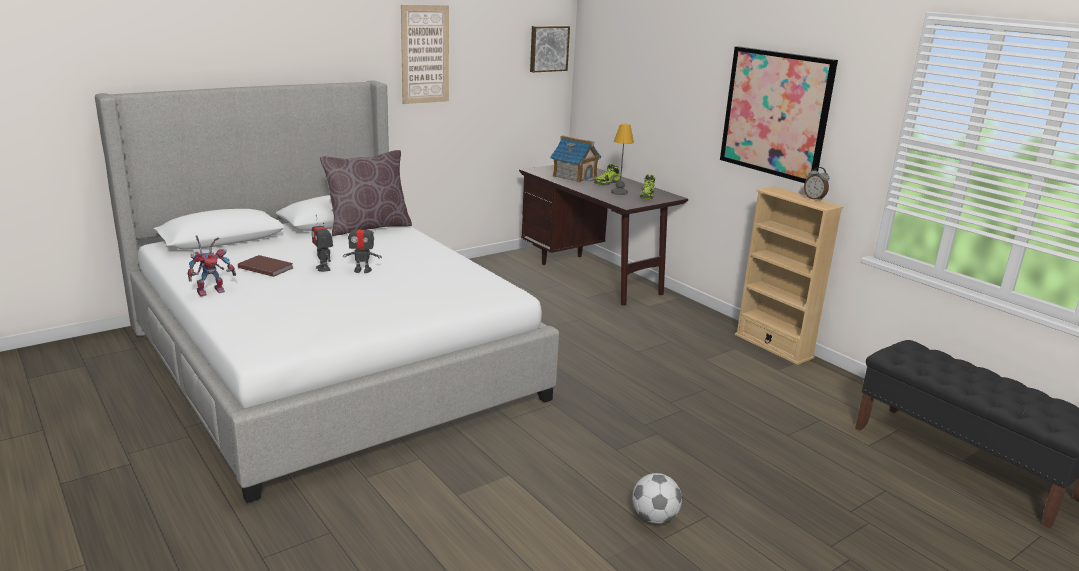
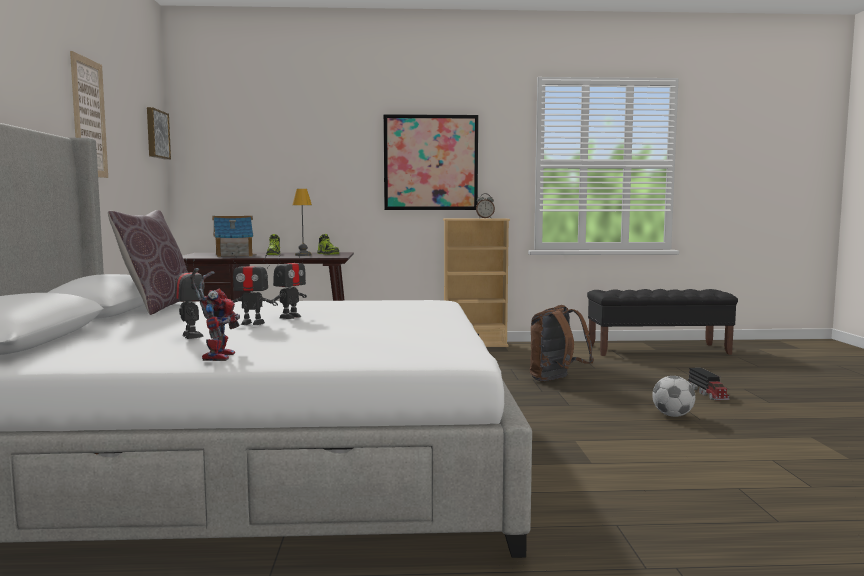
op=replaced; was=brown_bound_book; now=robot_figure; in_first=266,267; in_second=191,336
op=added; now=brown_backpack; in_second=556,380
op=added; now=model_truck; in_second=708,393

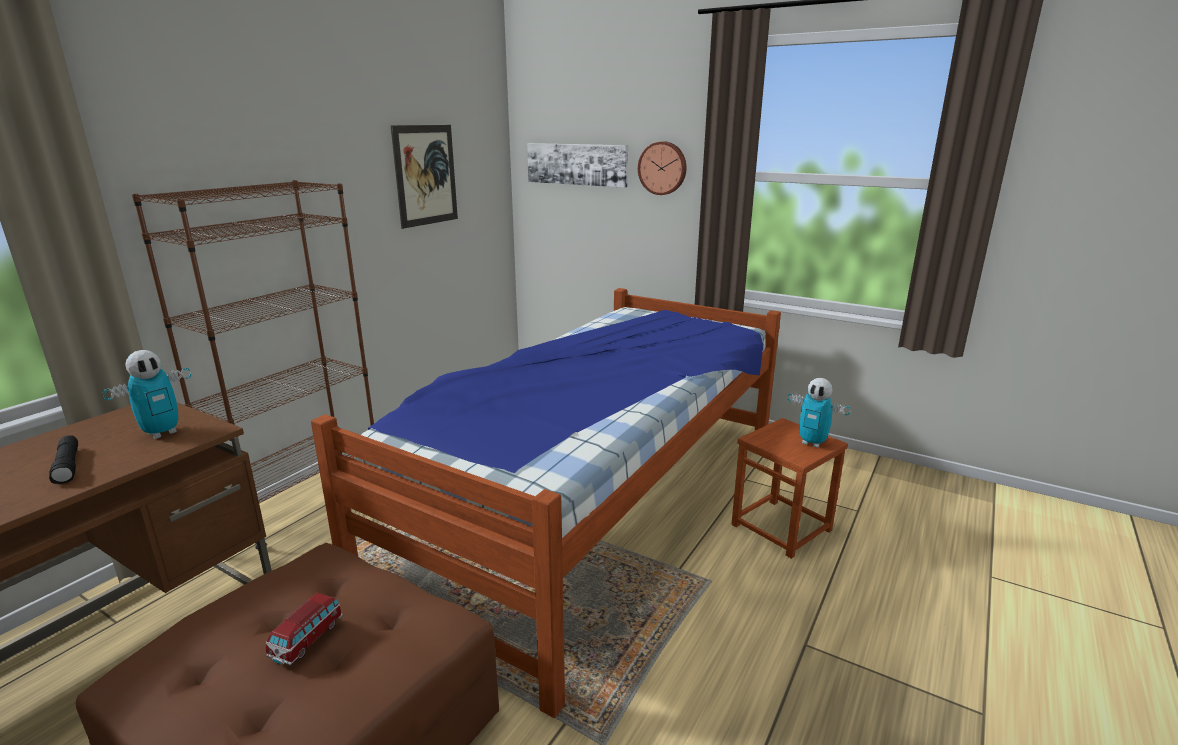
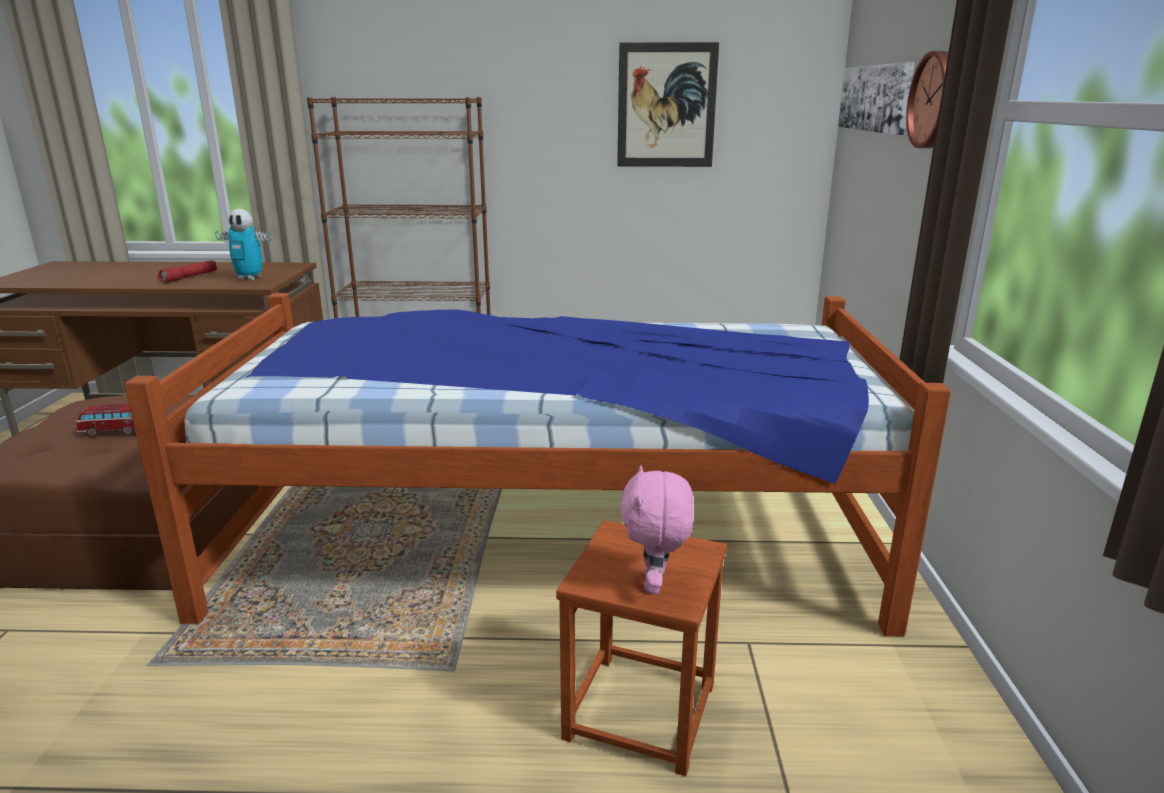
op=replaced; was=robot_figure; now=pink_plush_toy; in_first=812,443; in_second=655,584
op=recoloured; was=black_hand_torch; now=red-coloured_hand_torch; in_first=69,466; in_second=189,277

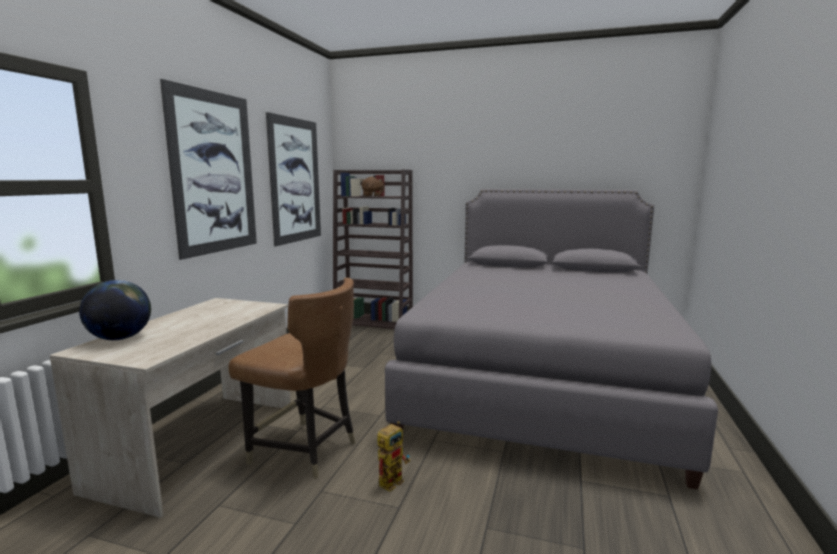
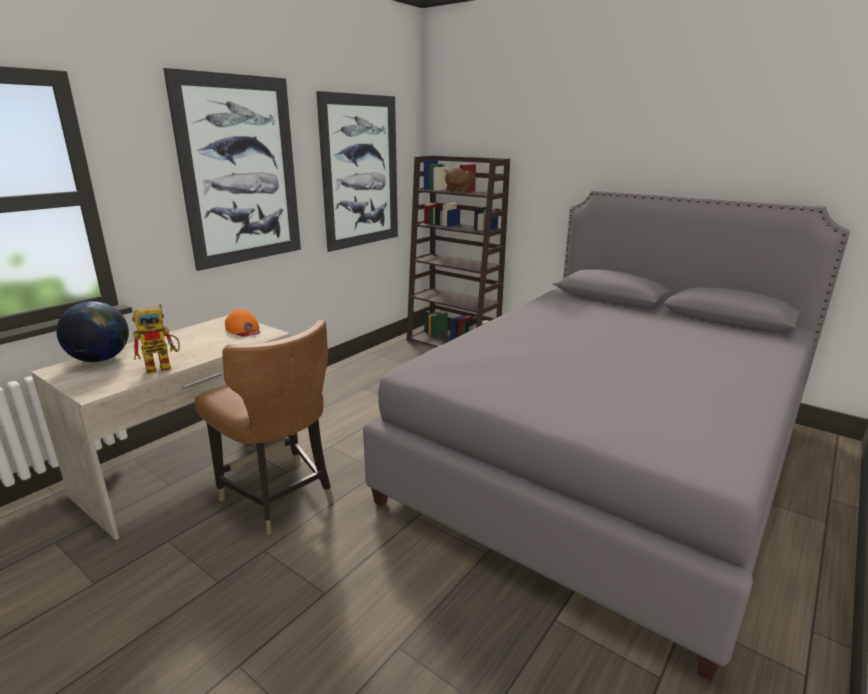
op=moved; was=robot_figure; in_first=393,479; in_second=164,367
op=added; now=orange_peaked_cap; in_second=243,329

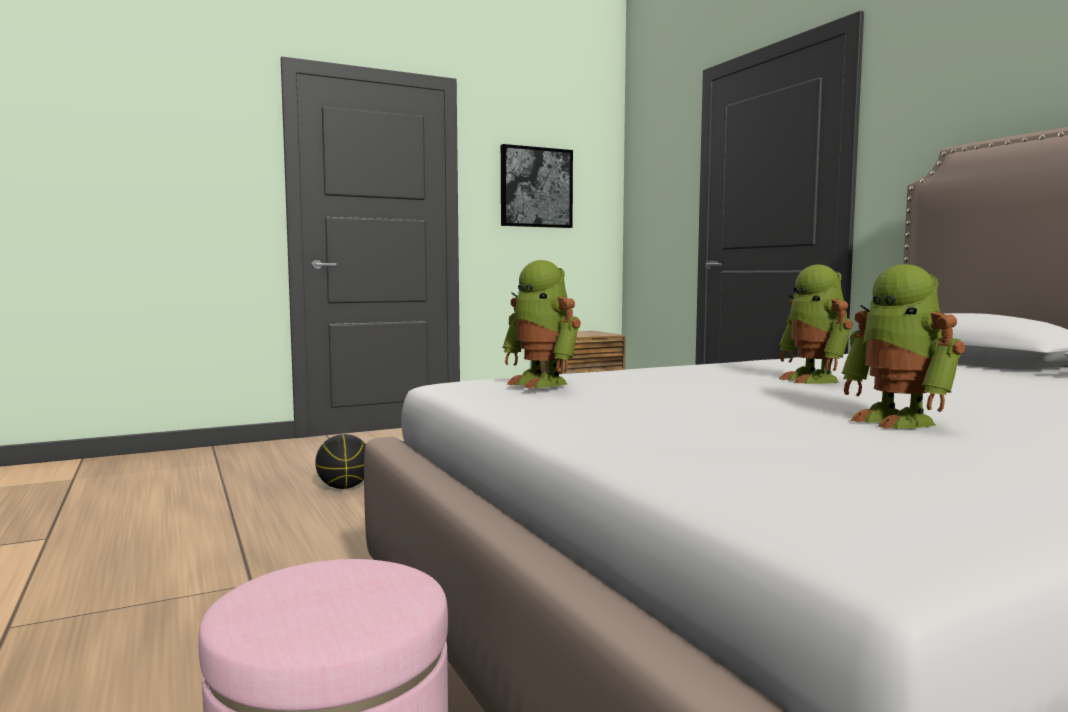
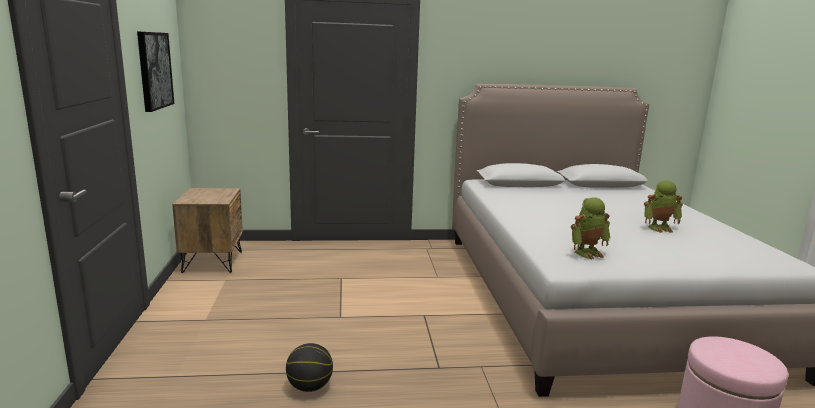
op=removed; was=robot_figure; in_first=814,380

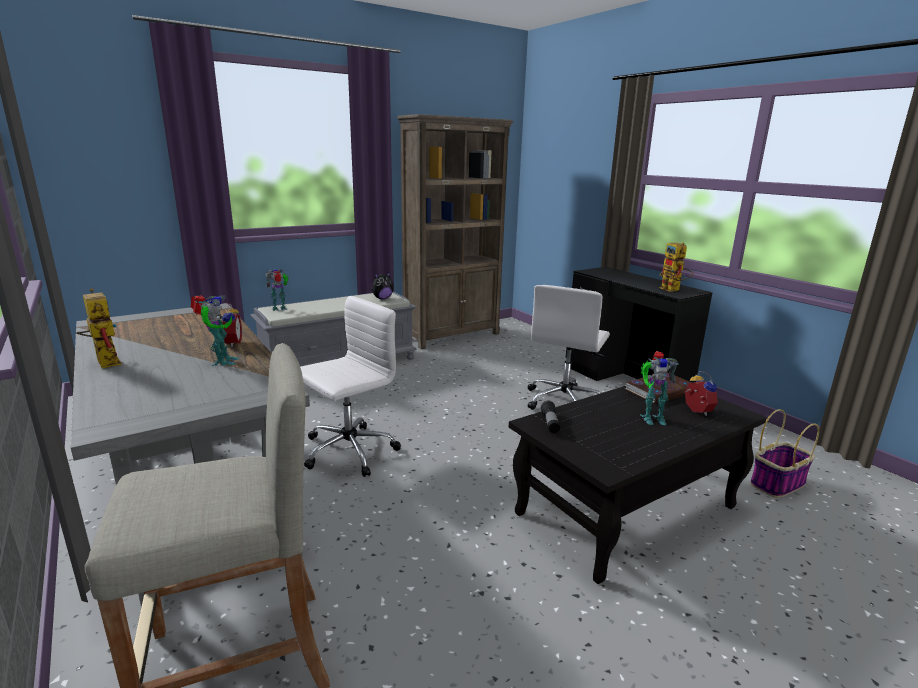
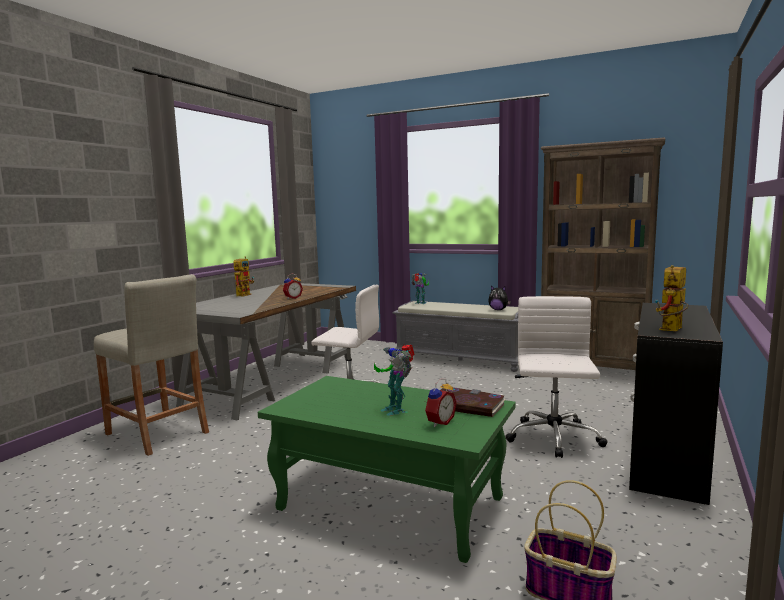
op=turned; was=white-coloured_desk_chair; in_first=564,401; in_second=553,438; clockwise=105
op=removed; was=robot_figure; in_first=221,361
op=recoloured; was=black_lounge_table; now=green-coloured_lounge_table; in_first=625,510; in_second=388,503
op=removed; was=hand_torch; in_first=550,423

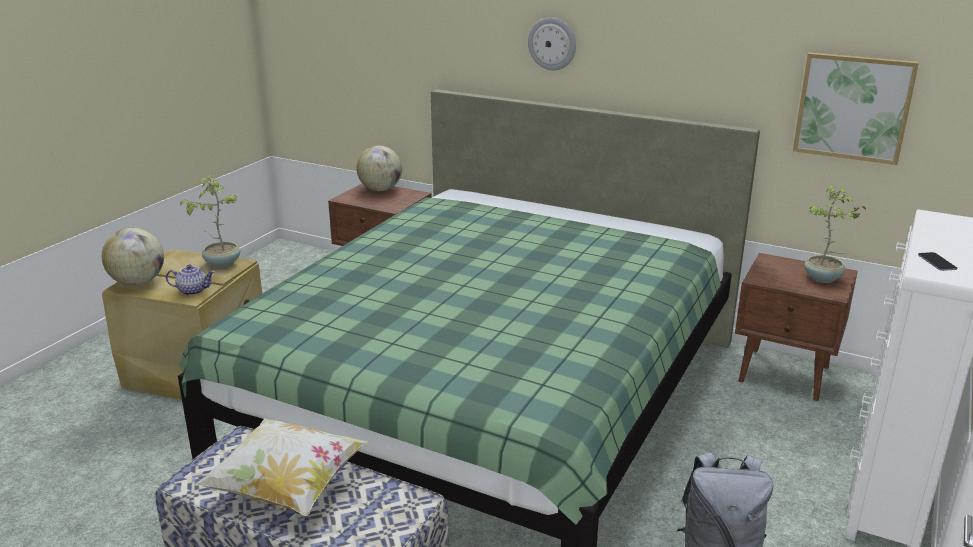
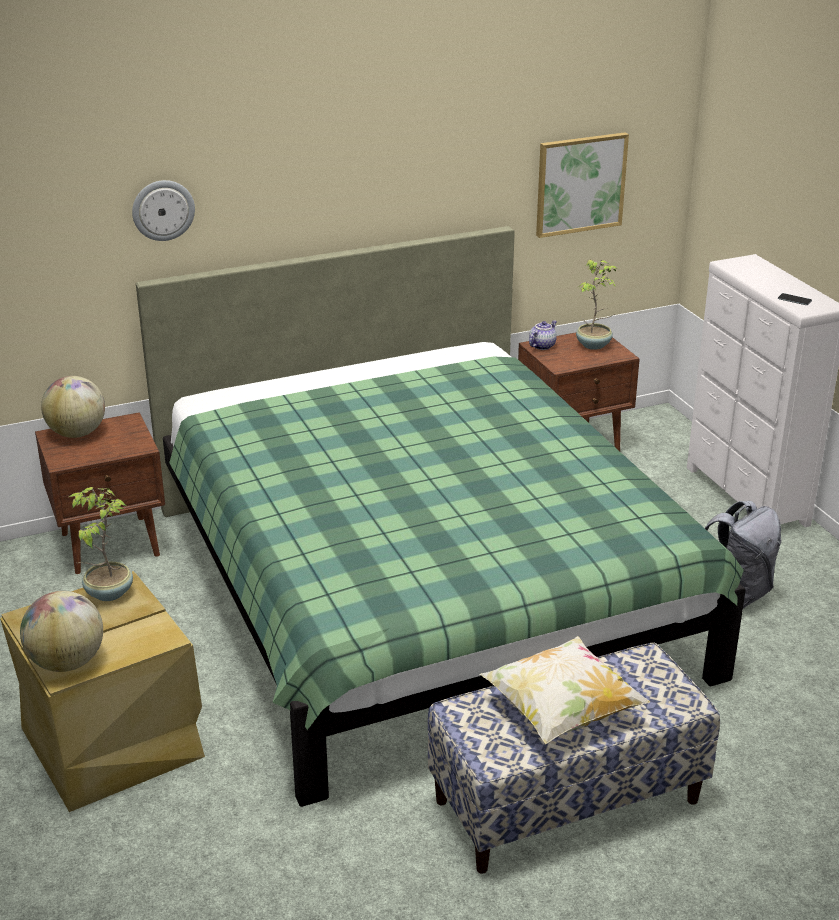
op=moved; was=hanging_clock; in_first=552,43; in_second=163,210
op=moved; was=tea_pot; in_first=193,291; in_second=541,346

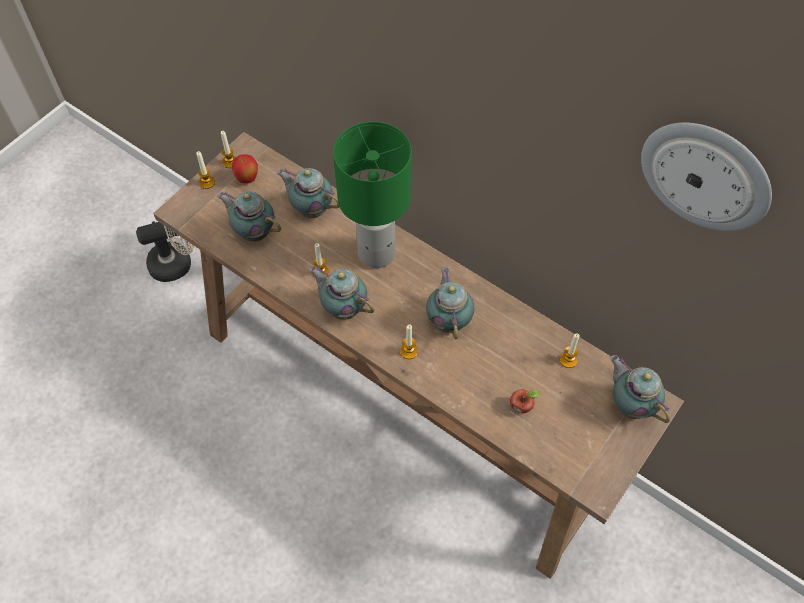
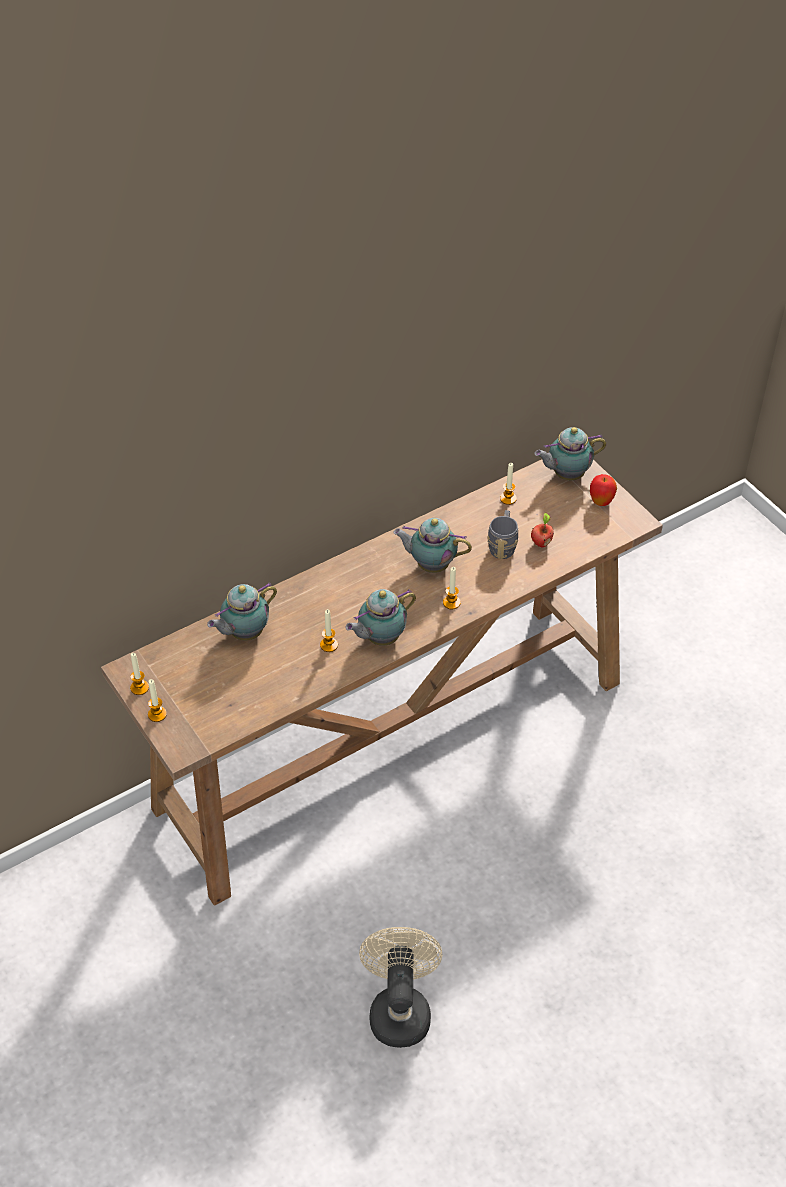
op=removed; was=green-coloured_lamp_for_a_table; in_first=377,253
op=removed; was=hanging_clock; in_first=706,175
op=moved; was=whole_apple; in_first=247,179; in_second=601,502
op=removed; was=tea_pot; in_first=253,232
op=moved; was=beige-coloured_cooling_fan; in_first=177,262; in_second=399,1009
op=added; now=gray_coffee_mug; in_second=502,545

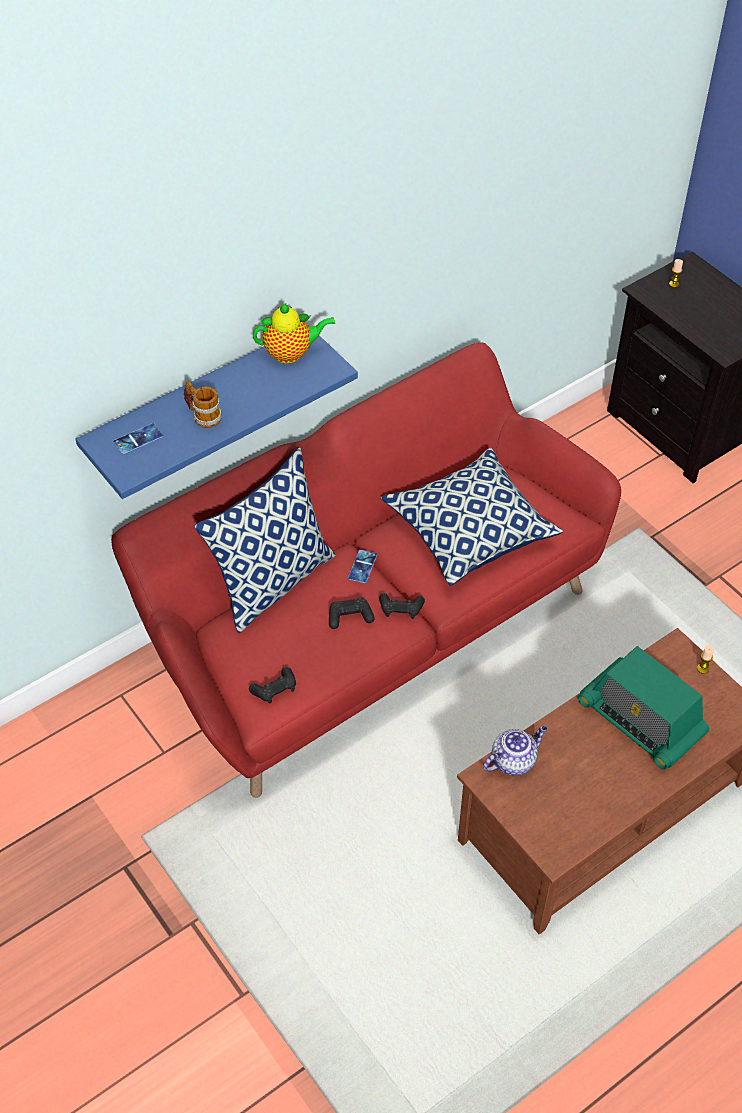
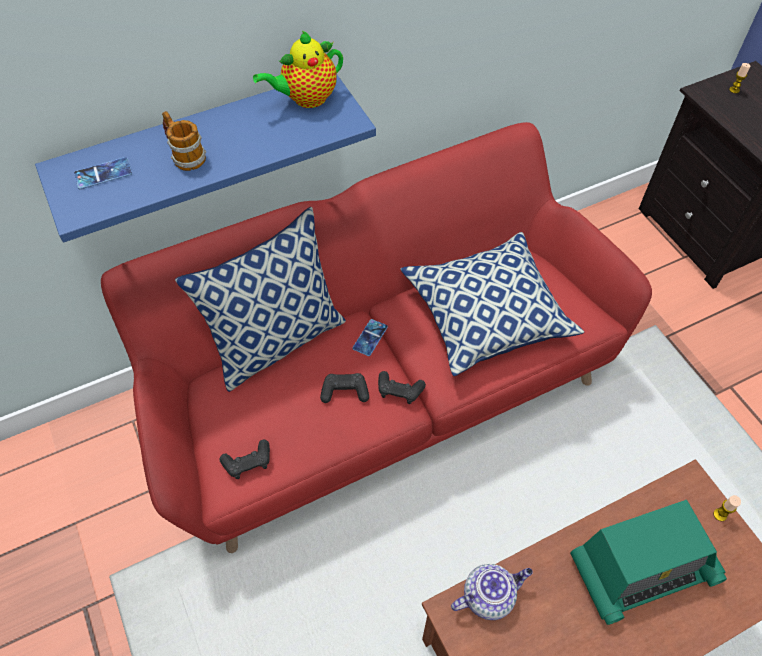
op=turned; was=tea_pot; in_first=291,353; in_second=306,99; clockwise=150
op=turned; was=radio_receiver; in_first=641,719; in_second=642,568; clockwise=-75

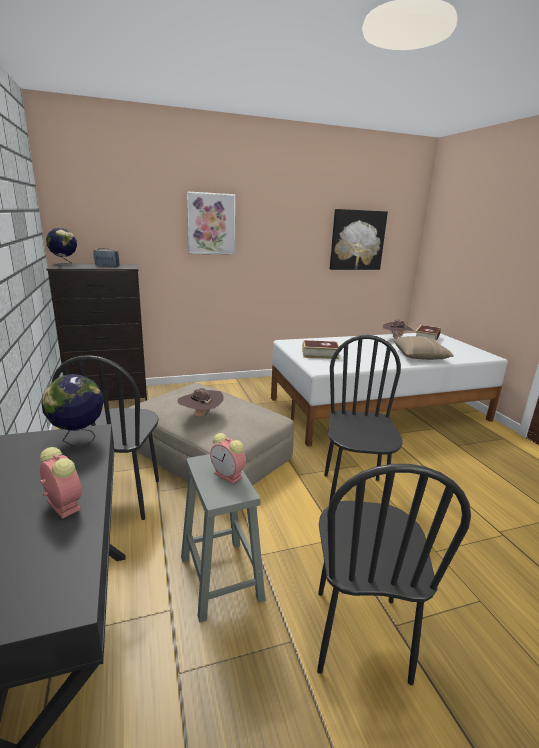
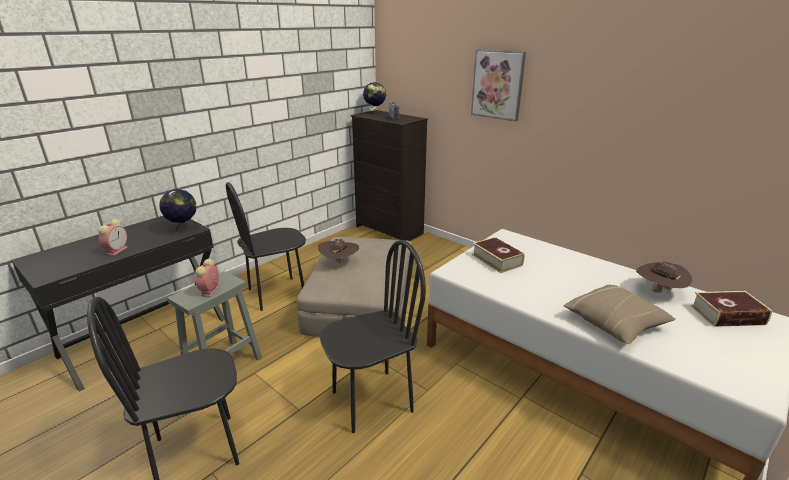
op=removed; was=wall_art; in_first=357,240

